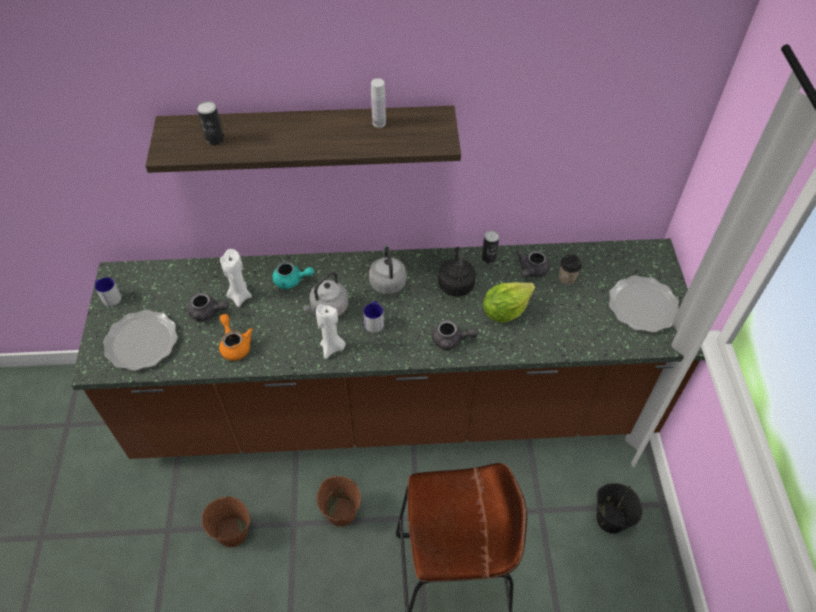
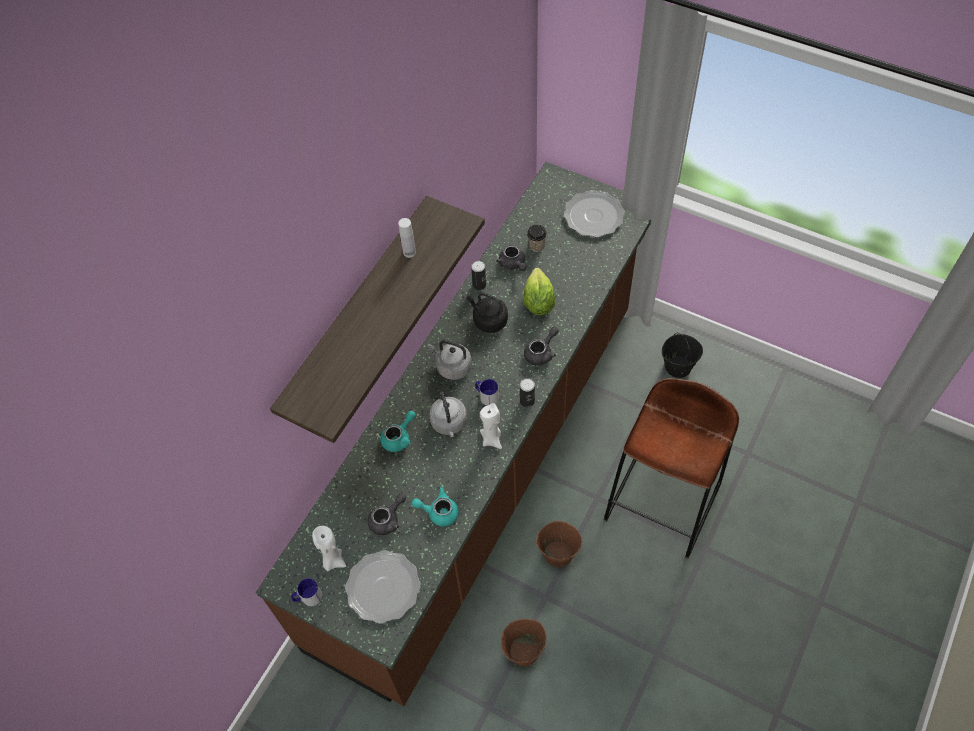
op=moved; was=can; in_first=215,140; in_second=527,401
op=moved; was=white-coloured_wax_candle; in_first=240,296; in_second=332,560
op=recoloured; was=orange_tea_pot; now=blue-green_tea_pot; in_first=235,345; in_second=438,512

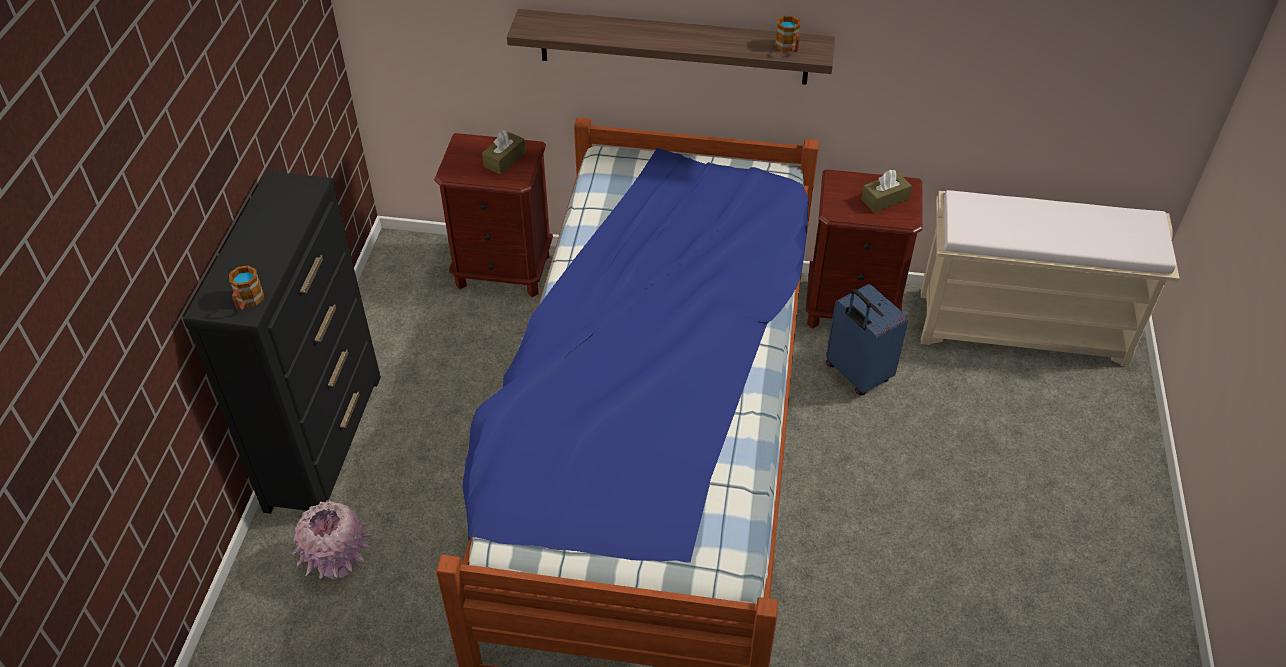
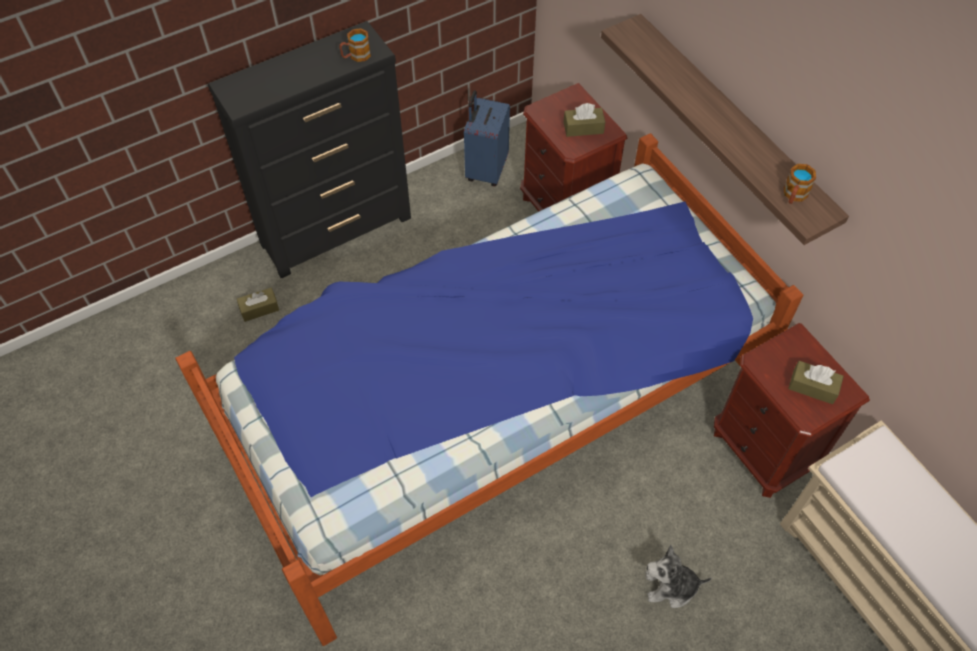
op=moved; was=coffee_mug; in_first=248,302; in_second=356,56
op=moved; was=blue_suitcase; in_first=856,374; in_second=485,169
op=replaced; was=pink_decorative_vase; now=brown_tissue_holder; in_first=337,561; in_second=259,308
op=added; now=plush_toy; in_second=670,587

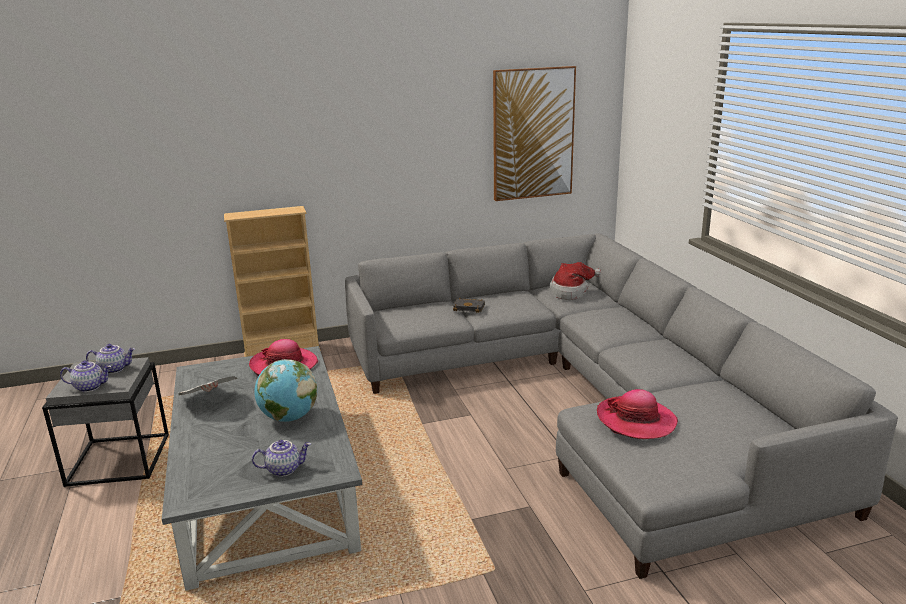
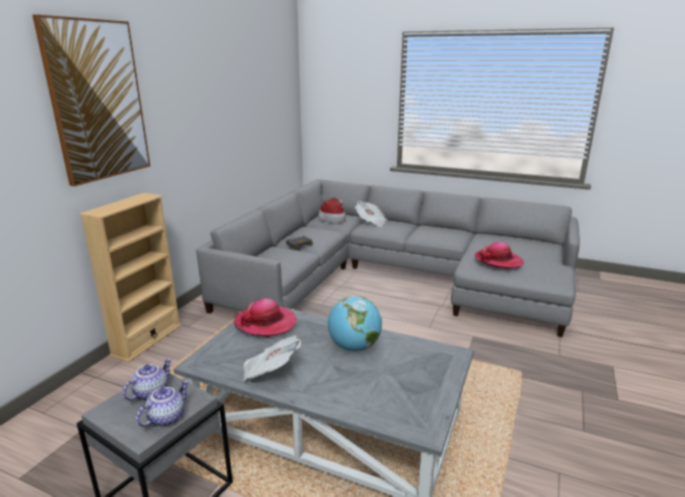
op=moved; was=wall_art; in_first=533,134; in_second=97,101
op=removed; was=tea_pot; in_first=284,469
op=added; now=newspaper; in_second=371,222

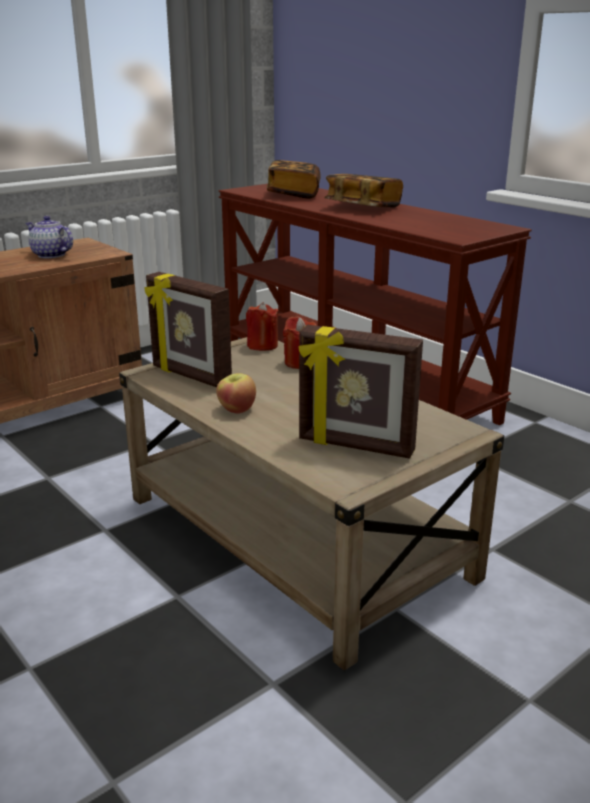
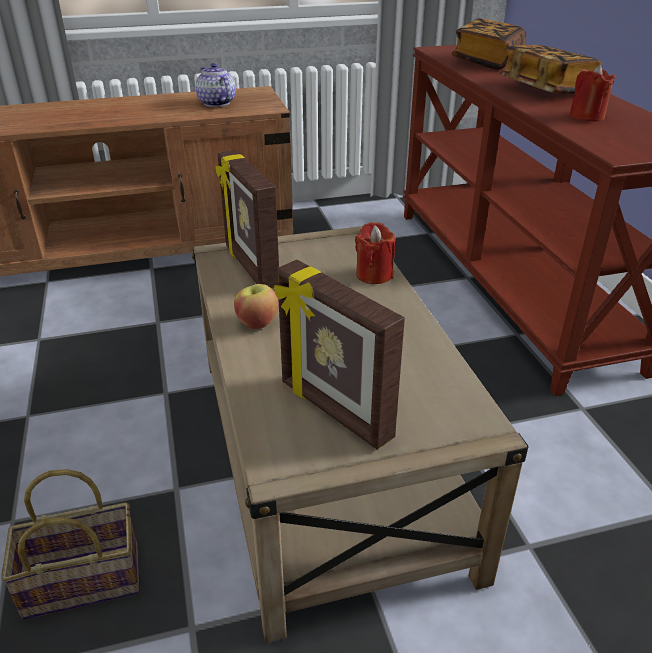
op=moved; was=red-coloured_wax_candle; in_first=262,345; in_second=586,117
op=added; now=basket; in_second=86,578

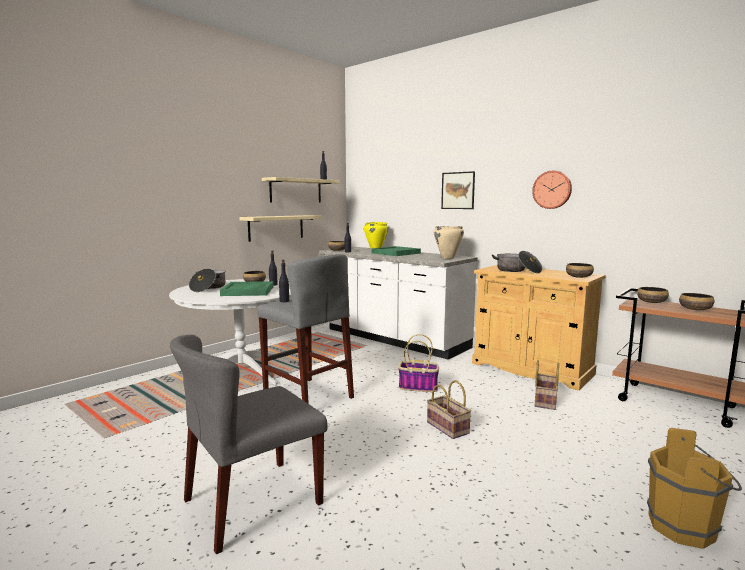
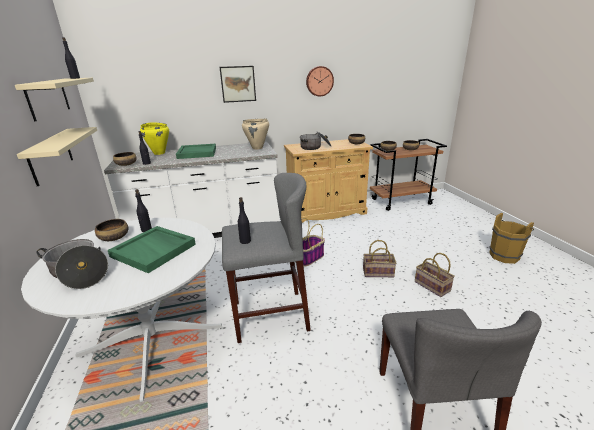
op=moved; was=basket; in_first=544,400; in_second=431,286

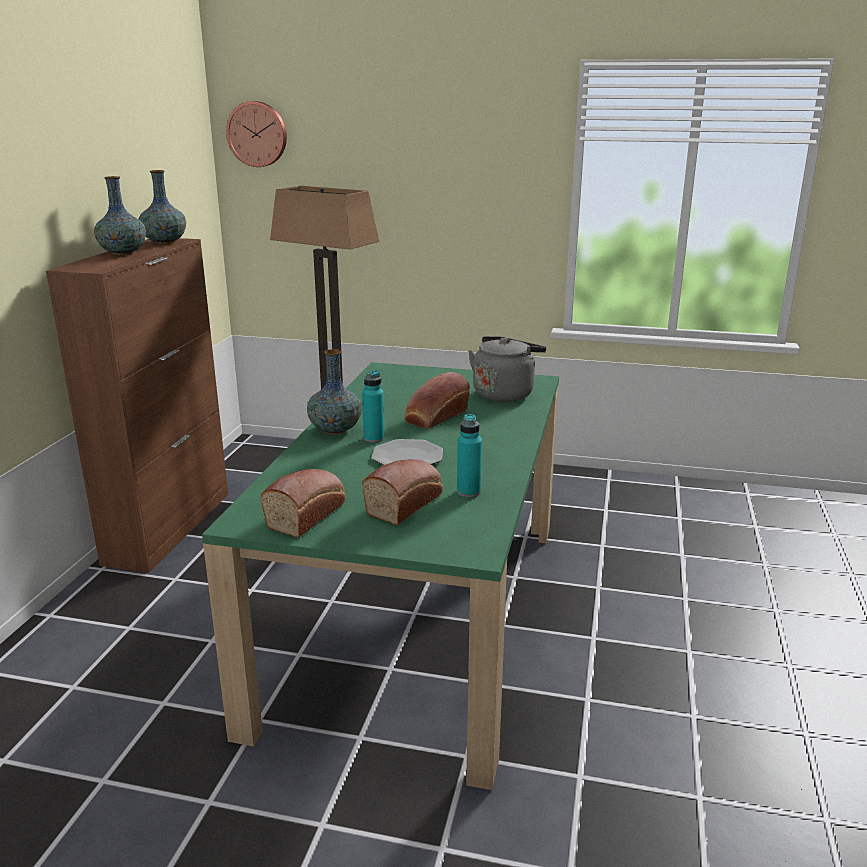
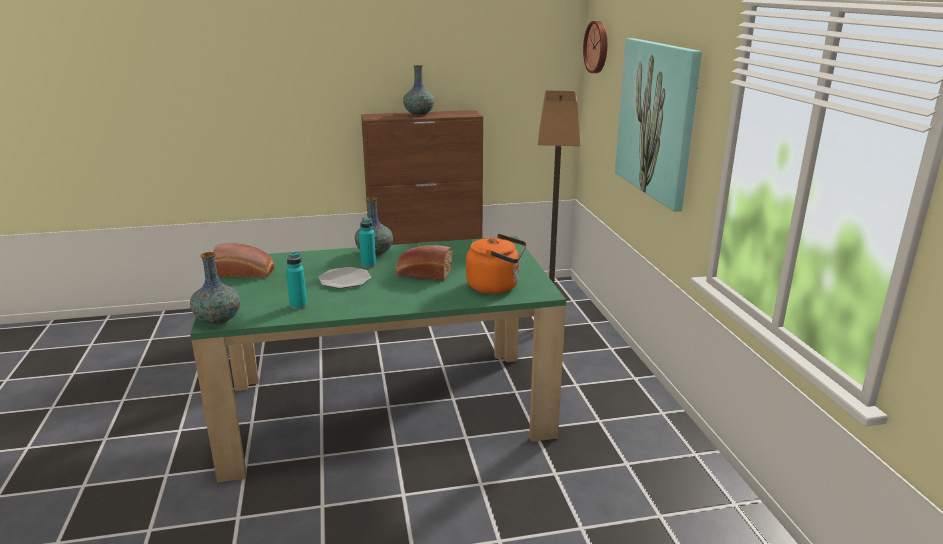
op=moved; was=decorative_vase; in_first=164,242; in_second=218,320
op=recoloured; was=gray_tea_kettle; now=orange_tea_kettle; in_first=504,393; in_second=496,286
op=removed; was=bakery_bread; in_first=406,503
op=added; now=wall_art; in_second=657,120

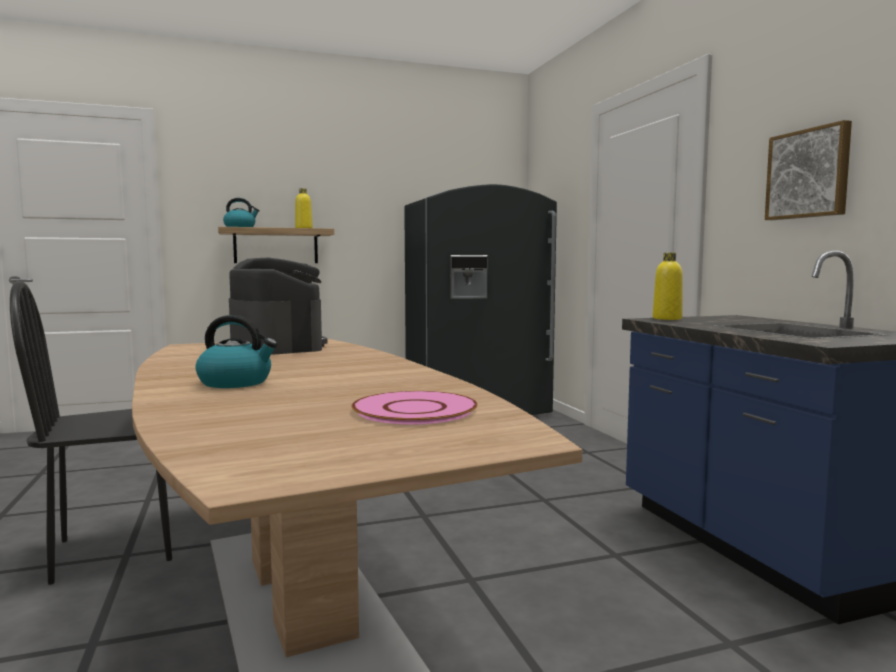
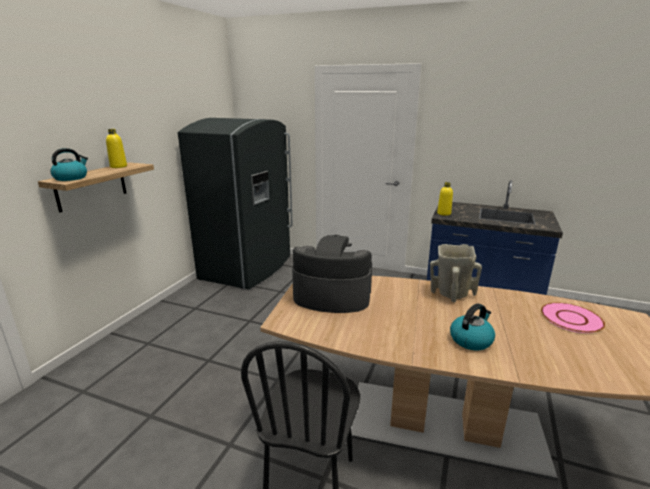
op=removed; was=wall_art; in_first=809,174
op=added; now=beige-coloured_decorative_vase; in_second=451,294

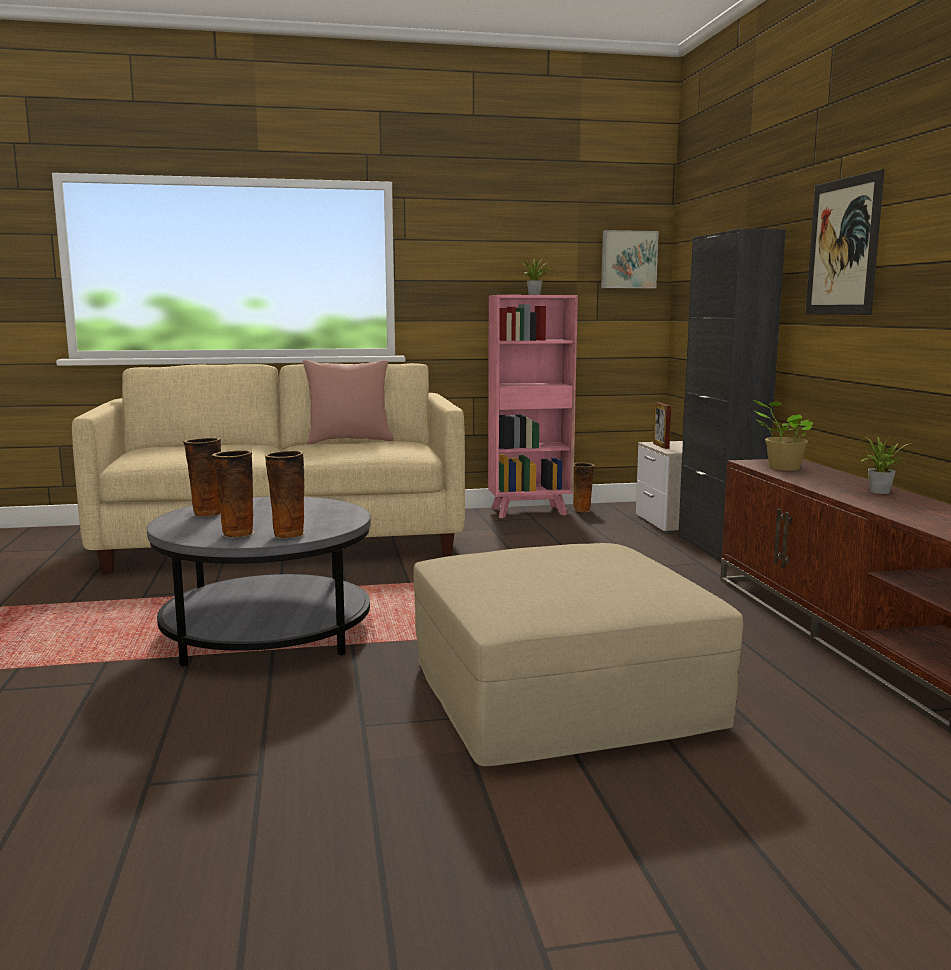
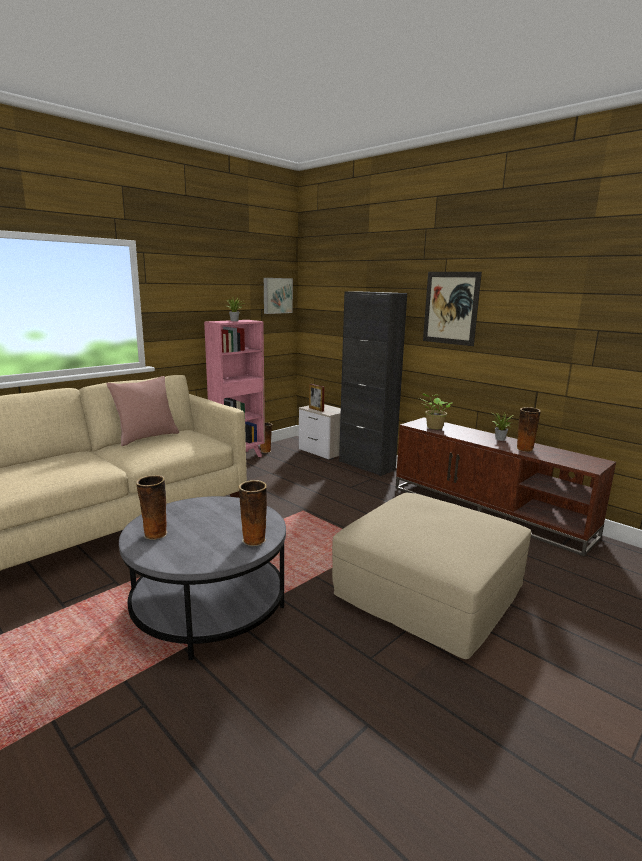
op=moved; was=decorative_vase; in_first=236,534; in_second=524,449

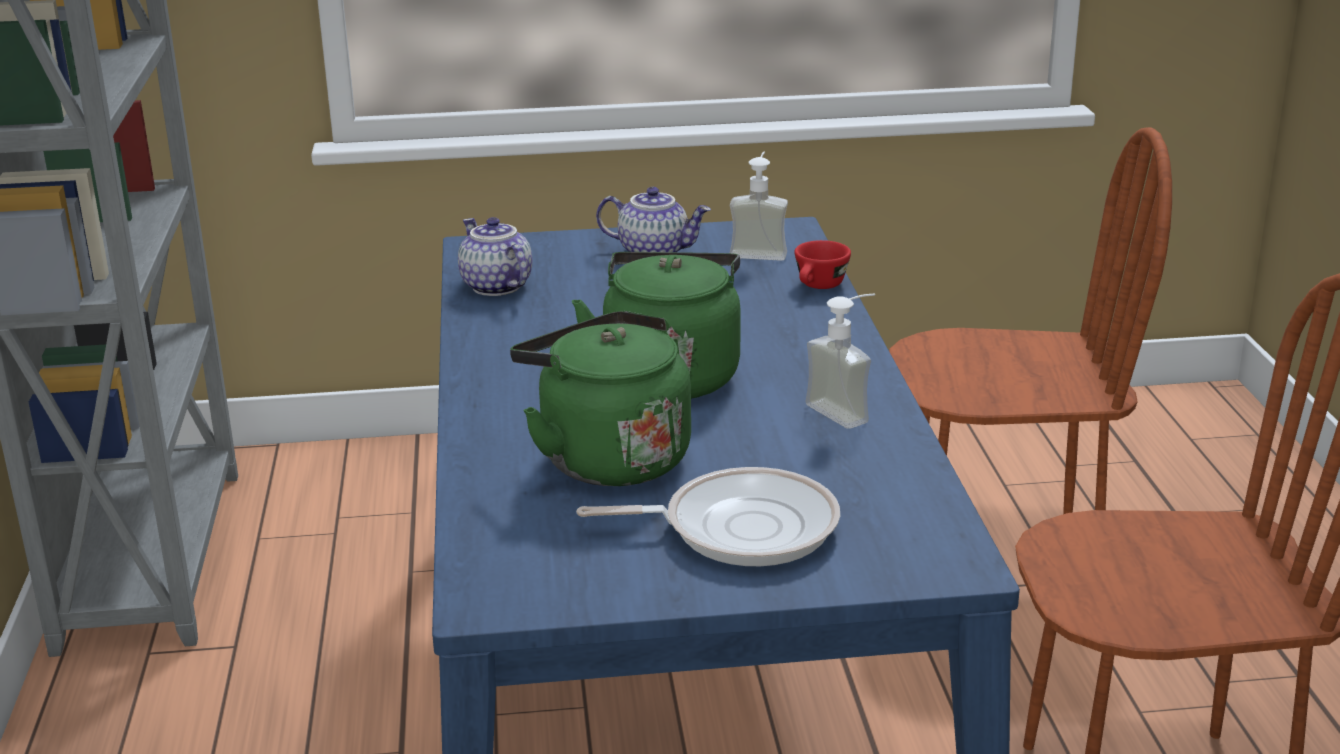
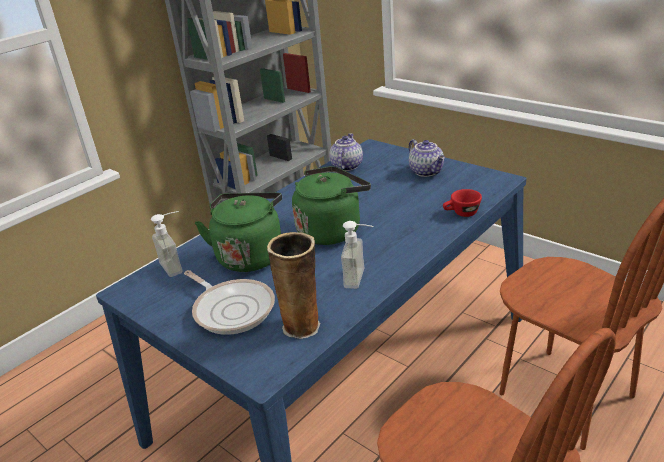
op=moved; was=soap_bottle; in_first=759,251; in_second=177,265
op=added; now=decorative_vase; in_second=303,325

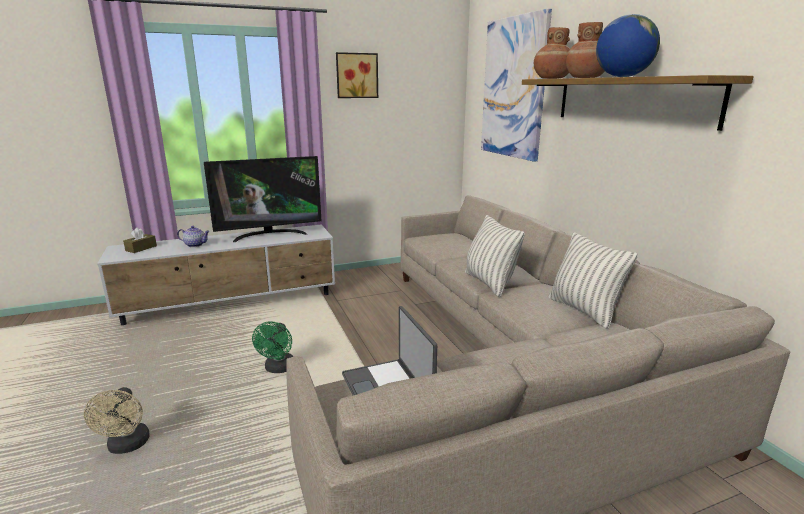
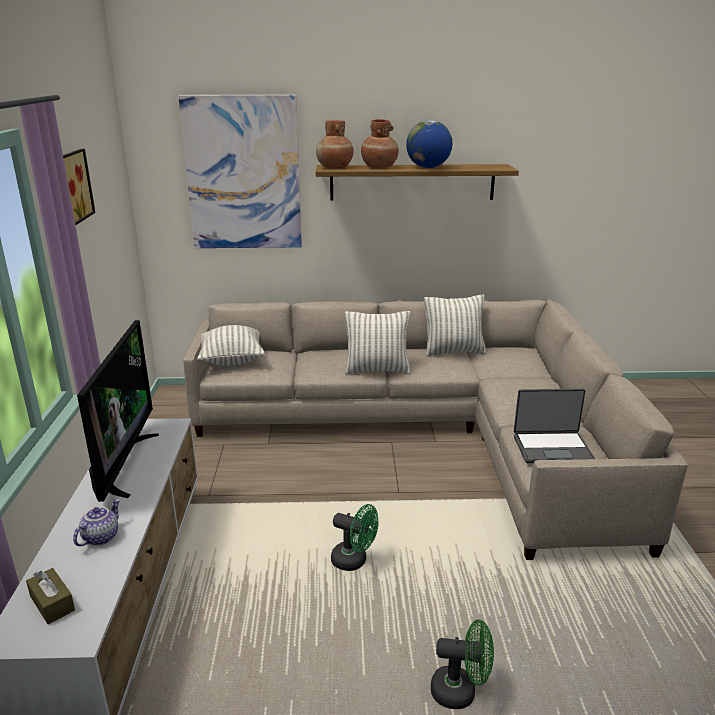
op=recoloured; was=beige-coloured_cooling_fan; now=green-coloured_cooling_fan; in_first=127,446; in_second=460,691
op=added; now=cushion; in_second=232,360

